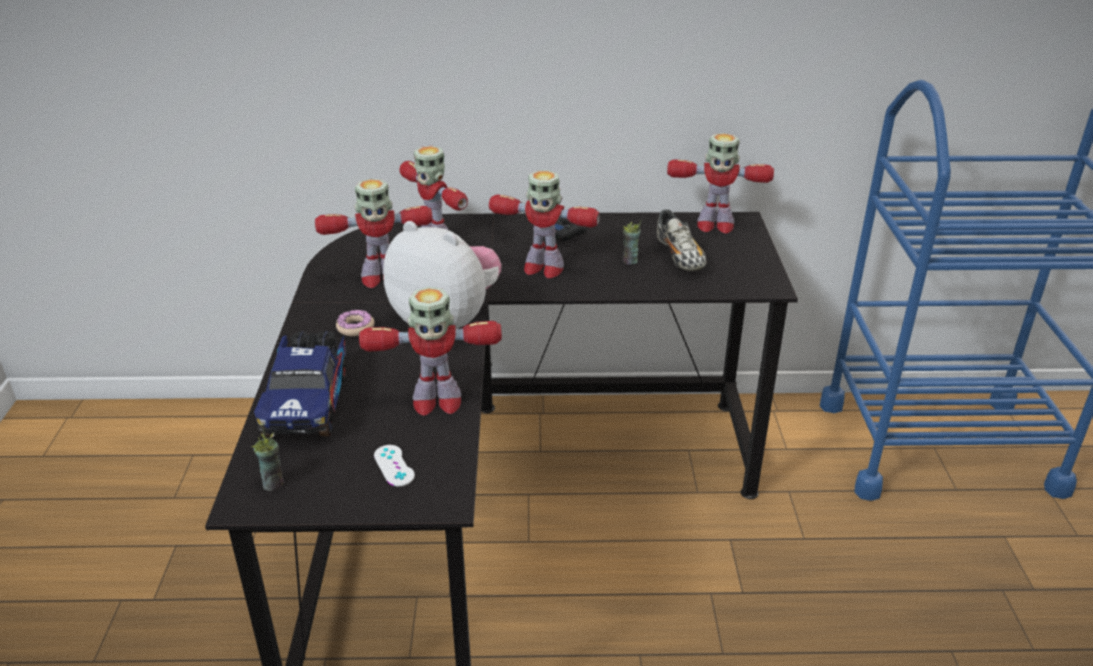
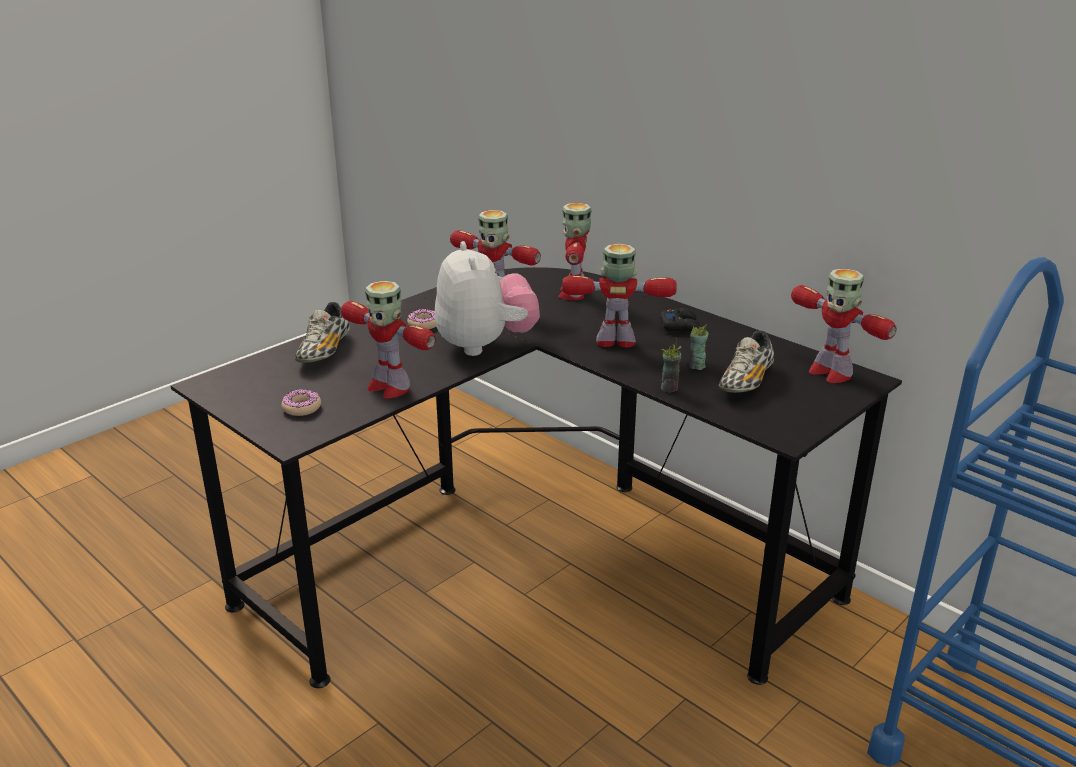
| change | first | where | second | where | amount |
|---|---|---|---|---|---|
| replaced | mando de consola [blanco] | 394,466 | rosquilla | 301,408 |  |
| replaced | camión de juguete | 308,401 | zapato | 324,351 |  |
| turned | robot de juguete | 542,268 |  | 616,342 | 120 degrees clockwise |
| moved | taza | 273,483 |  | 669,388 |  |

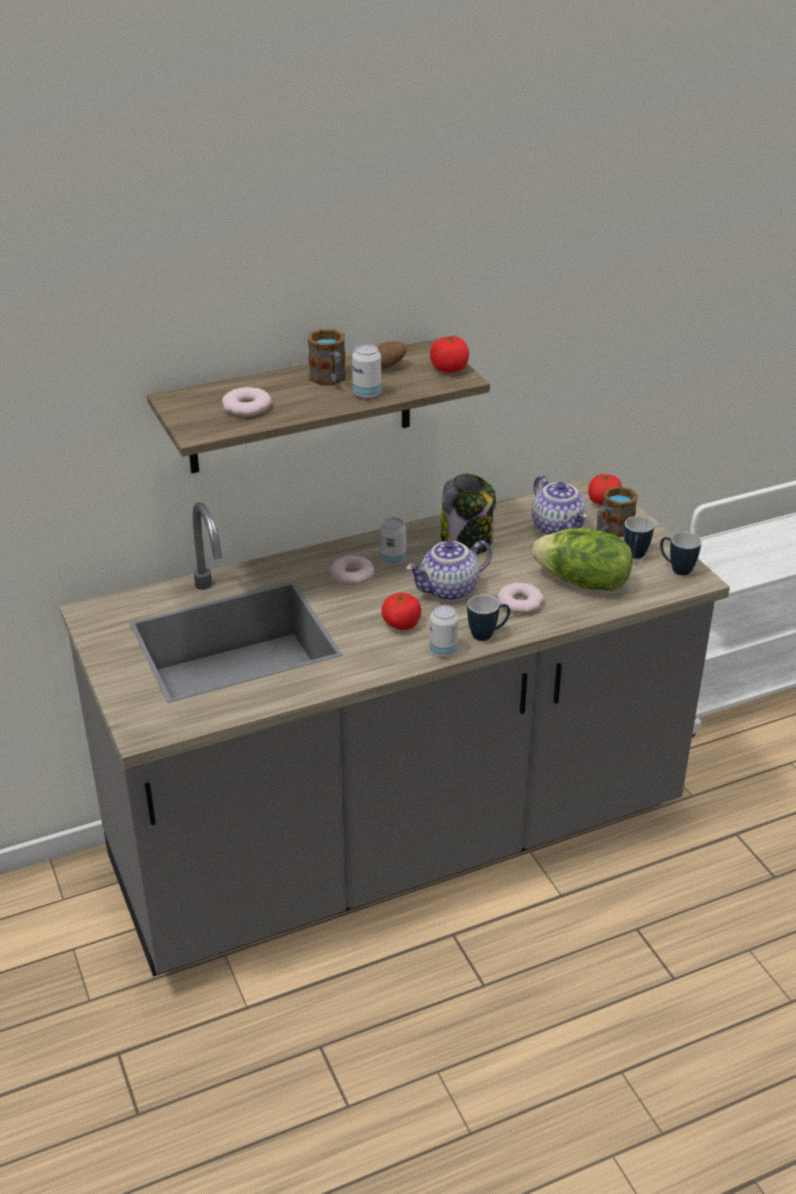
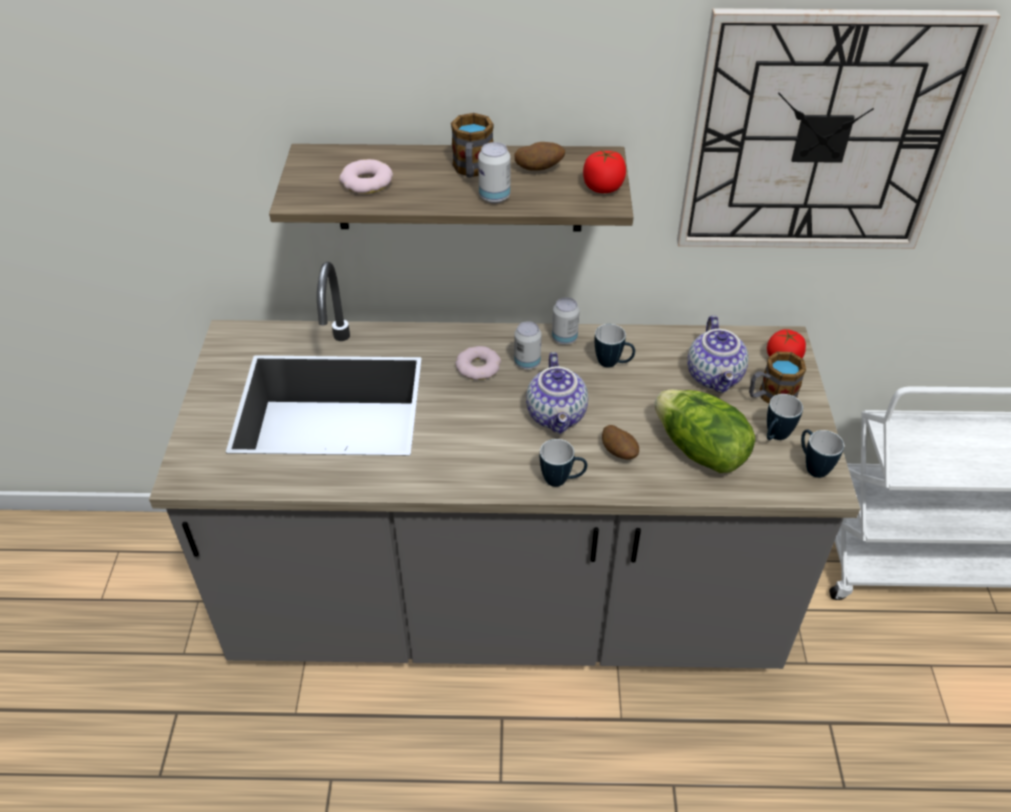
| change | first | where | second | where | amount |
|---|---|---|---|---|---|
| turned | tetera | 449,591 |  | 557,415 | 90 degrees counterclockwise |
| moved | lata | 443,650 |  | 564,338 |  |
| replaced | tarro | 467,541 | taza grande | 613,364 |  |
| replaced | rosquilla | 520,602 | patata | 619,453 |  |
| added |  |  | reloj de pared | 821,136 |  |
| removed | tomate | 401,624 |  |  |  |

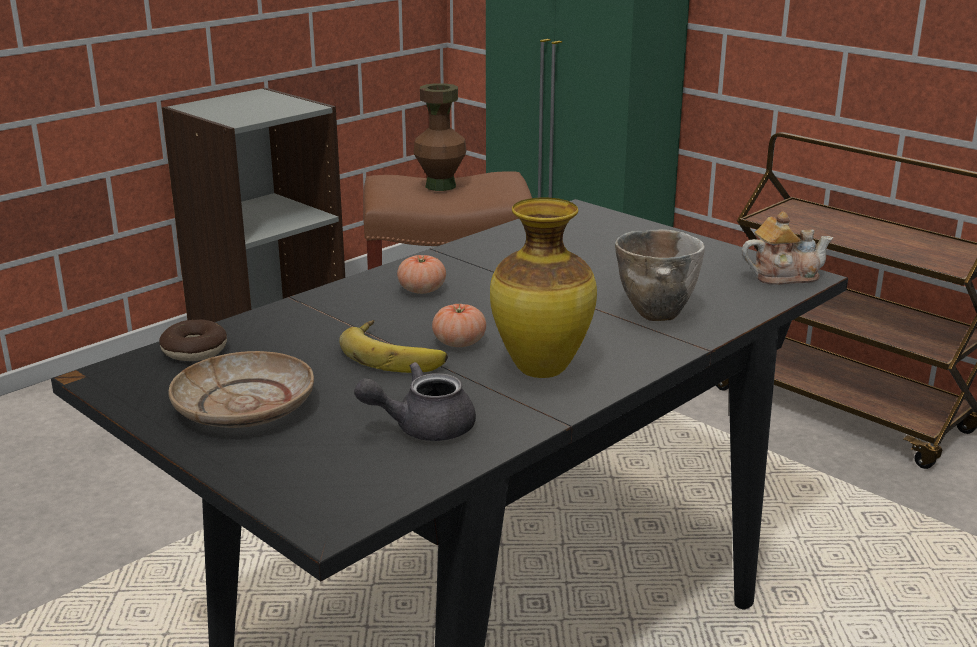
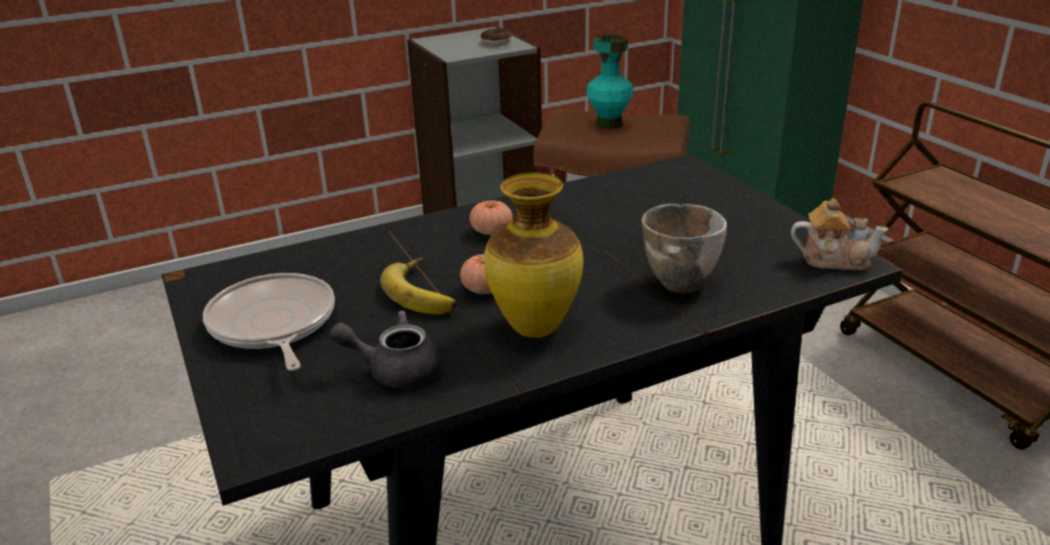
| change | first | where | second | where | amount |
|---|---|---|---|---|---|
| replaced | plato [beis] | 244,407 | sartén | 273,325 |  |
| moved | rosquilla | 194,351 |  | 496,42 |  |
| recoloured | florero [marrón] | 441,186 | florero [turquesa] | 609,124 |  |

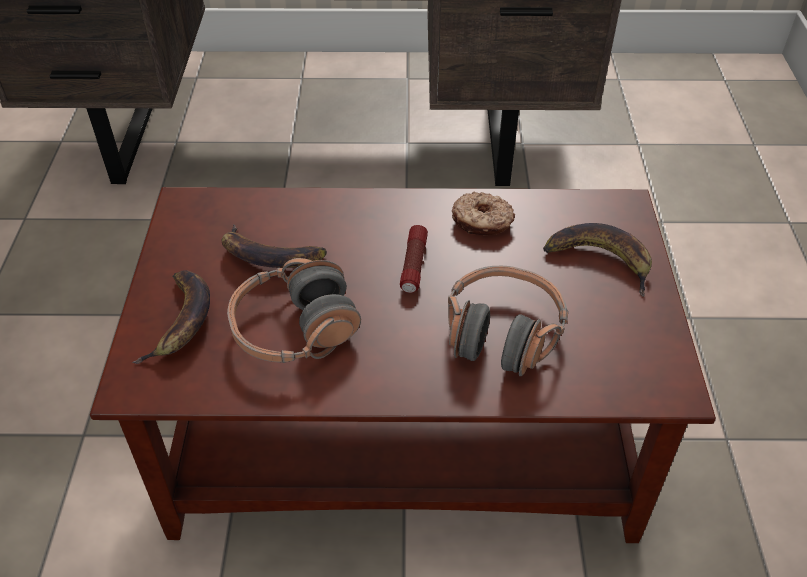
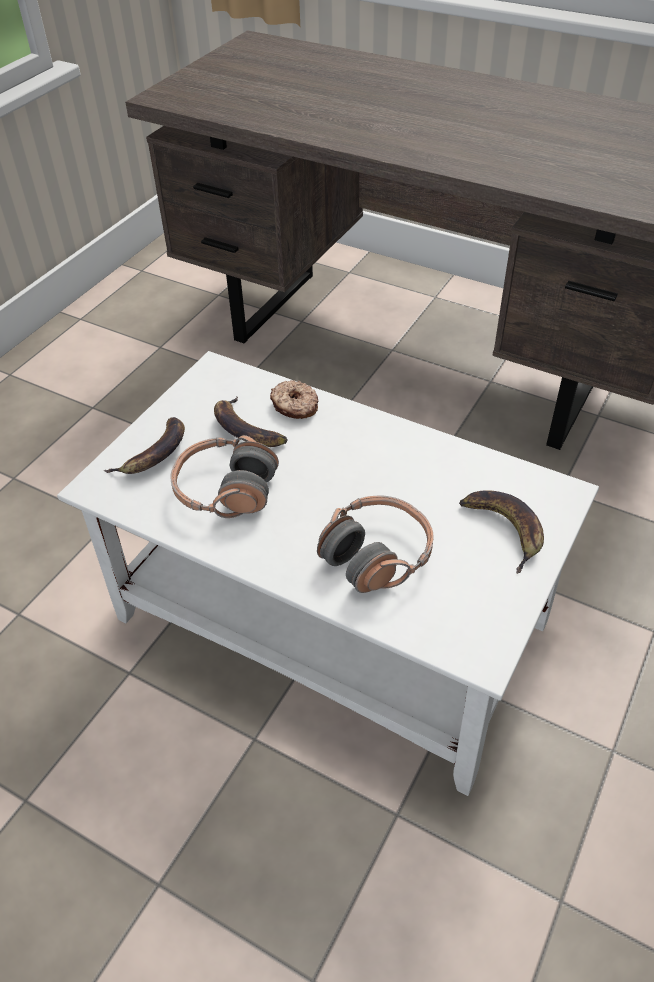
| change | first | where | second | where | amount |
|---|---|---|---|---|---|
| recoloured | mesa de centro [marrón] | 407,434 | mesa de centro [blanco] | 334,621 |  |
| moved | rosquilla | 482,222 |  | 294,406 |  |
| removed | linterna | 414,266 |  |  |  |

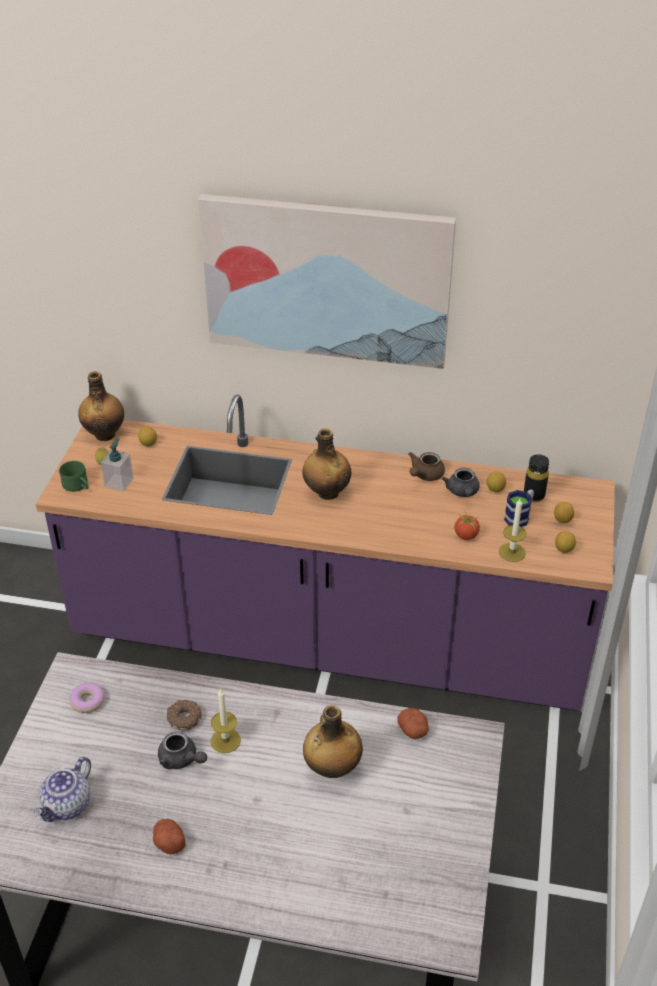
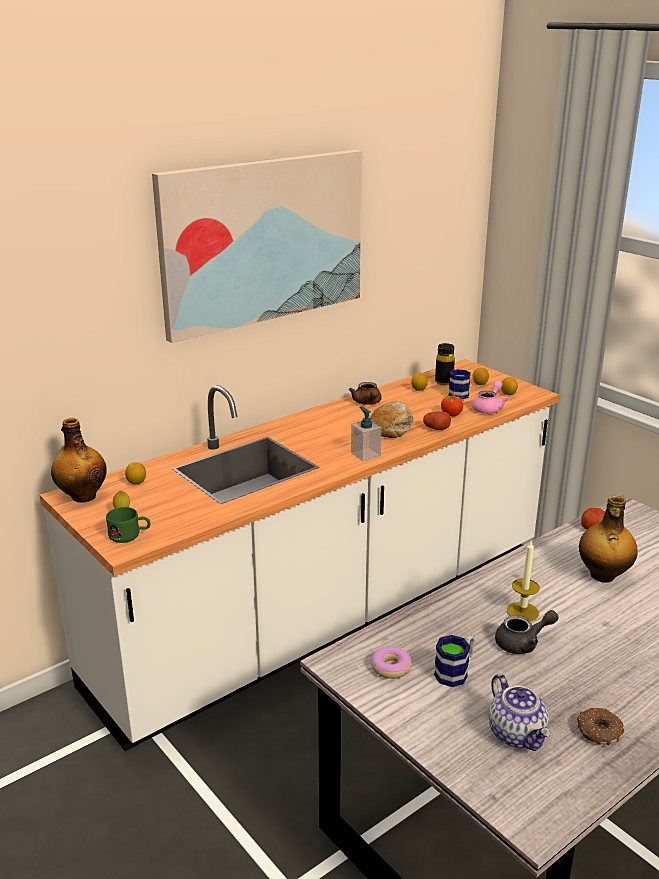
| change | first | where | second | where | amount |
|---|---|---|---|---|---|
| recoloured | mueble bajo de cocina [morado] | 328,643 | mueble bajo de cocina [blanco] | 329,616 |  |
| moved | dispensador de jabón | 119,482 |  | 365,454 |  |
| added |  |  | pan | 392,427 |  |
| moved | patata | 169,842 |  | 436,428 |  |
| added |  |  | taza grande | 455,672 |  |
| replaced | vela | 512,552 | tetera [rosa] | 489,408 |  |
| moved | rosquilla | 184,718 |  | 598,732 |  |
| removed | botella | 327,492 |  |  |  |
| removed | tetera [gris] | 462,492 |  |  |  |

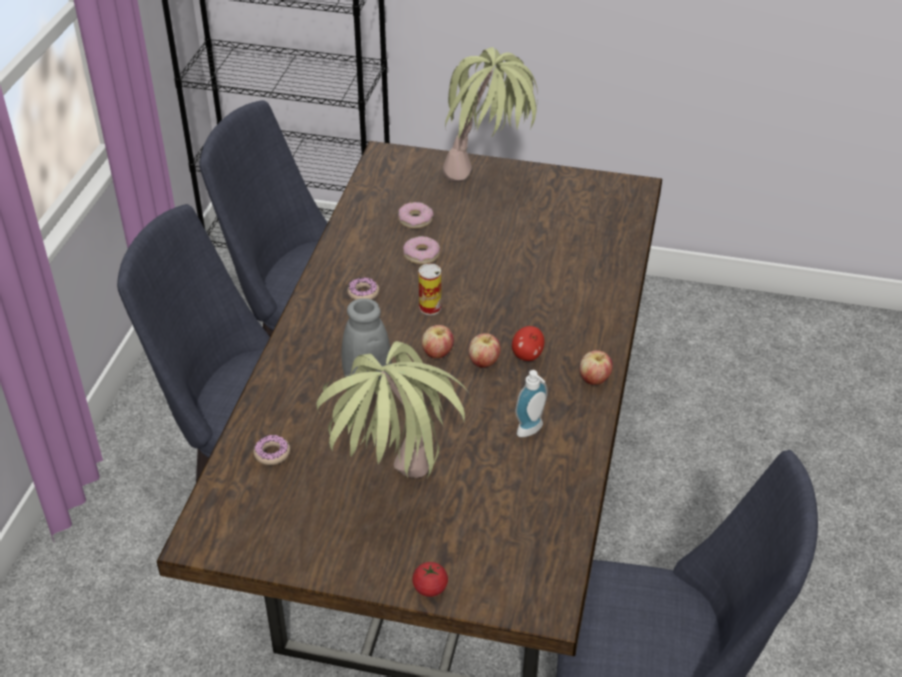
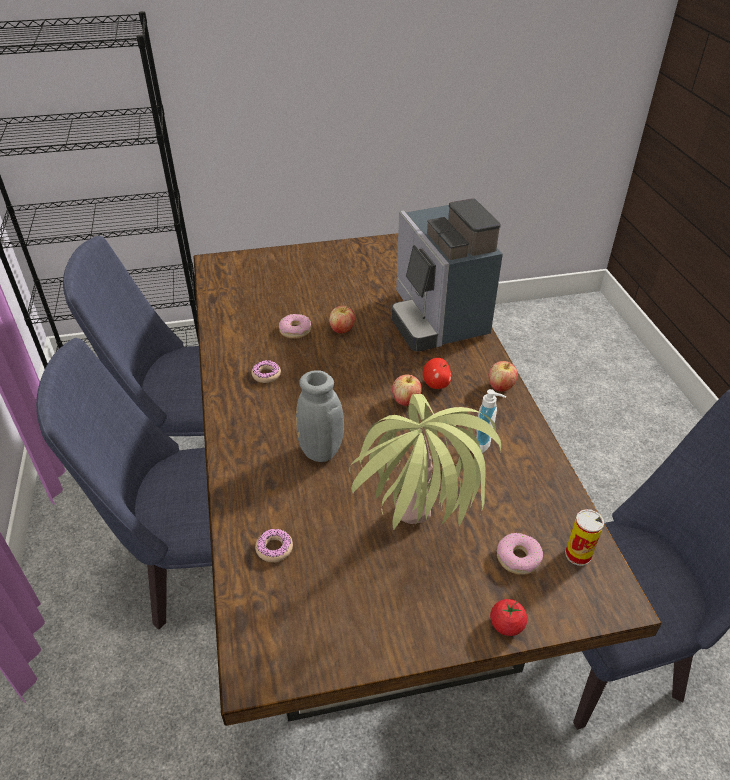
| change | first | where | second | where | amount |
|---|---|---|---|---|---|
| moved | manzana | 437,353 |  | 342,330 |  |
| added |  |  | cafetera | 436,318 |  |
| moved | rosquilla | 415,220 |  | 518,557 |  |
| moved | lata | 430,308 |  | 578,554 |  |
| removed | planta en maceta | 488,184 |  |  |  |

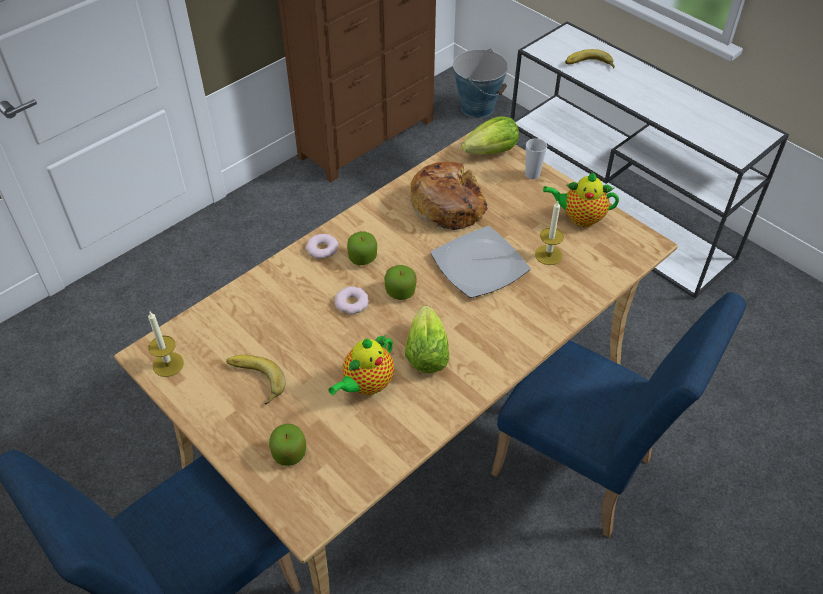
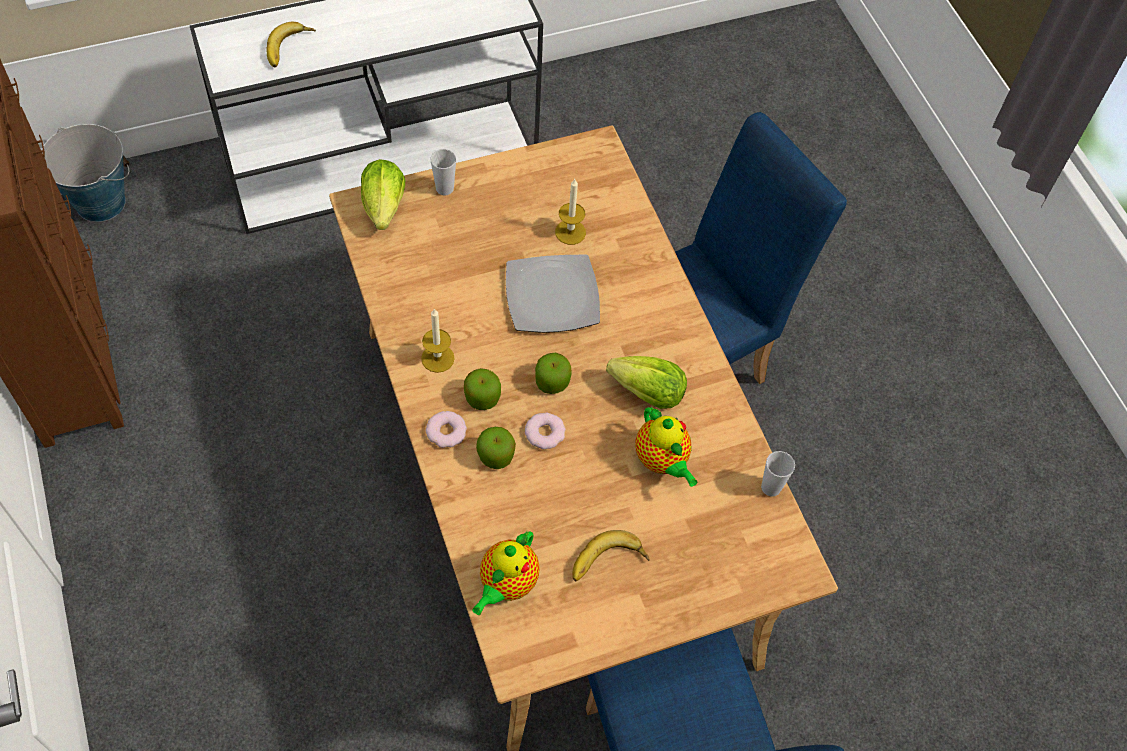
| change | first | where | second | where | amount |
|---|---|---|---|---|---|
| moved | vela | 168,364 |  | 437,358 |  |
| moved | tetera | 580,218 |  | 506,584 |  |
| moved | manzana | 289,453 |  | 496,455 |  |
| added |  |  | taza | 771,487 |  |
| removed | pan | 449,204 |  |  |  |

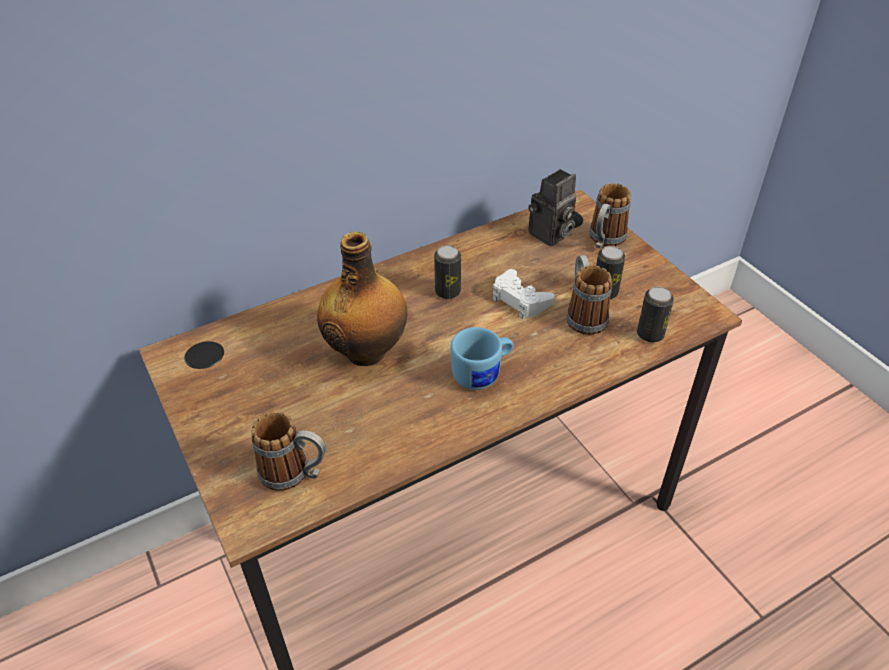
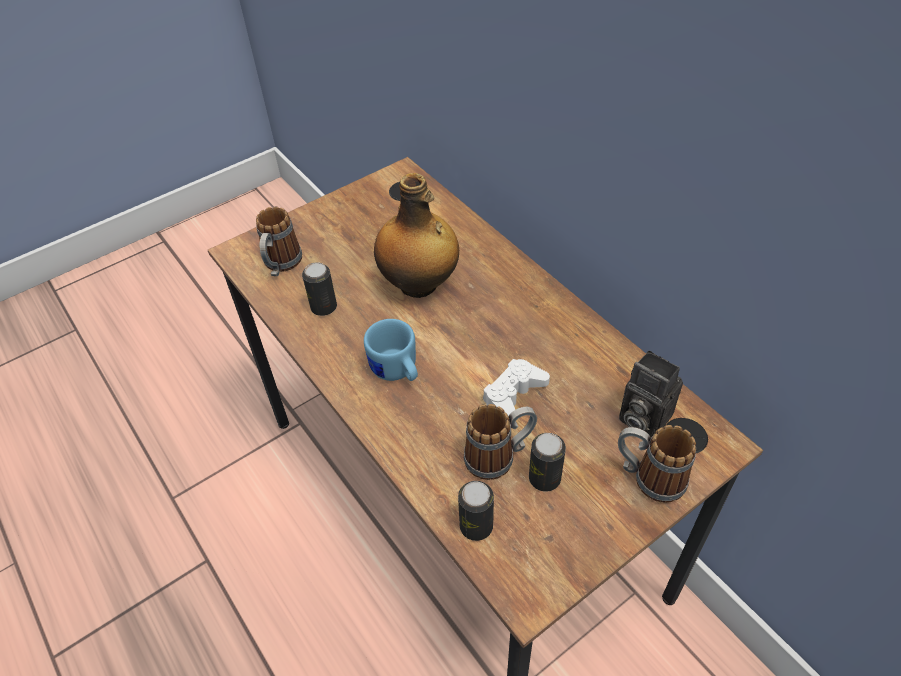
| change | first | where | second | where | amount |
|---|---|---|---|---|---|
| moved | lata | 447,292 |  | 324,307 |  |

